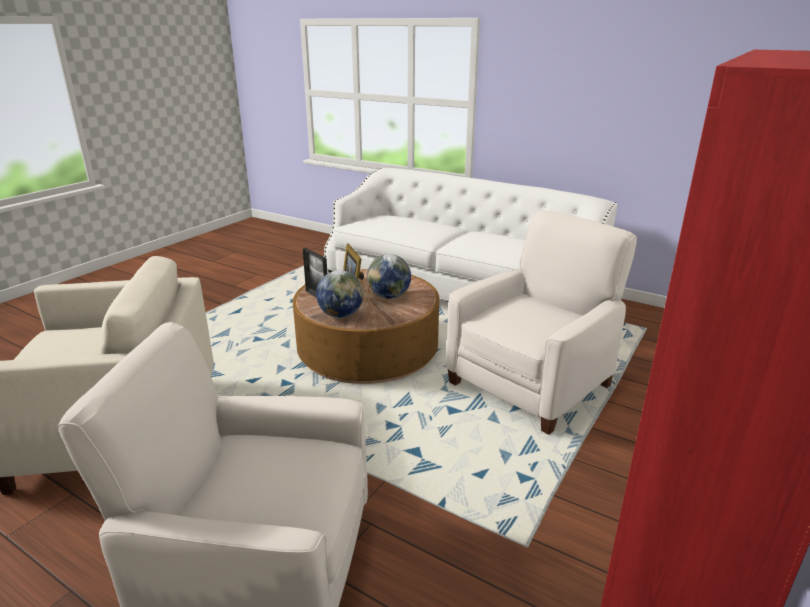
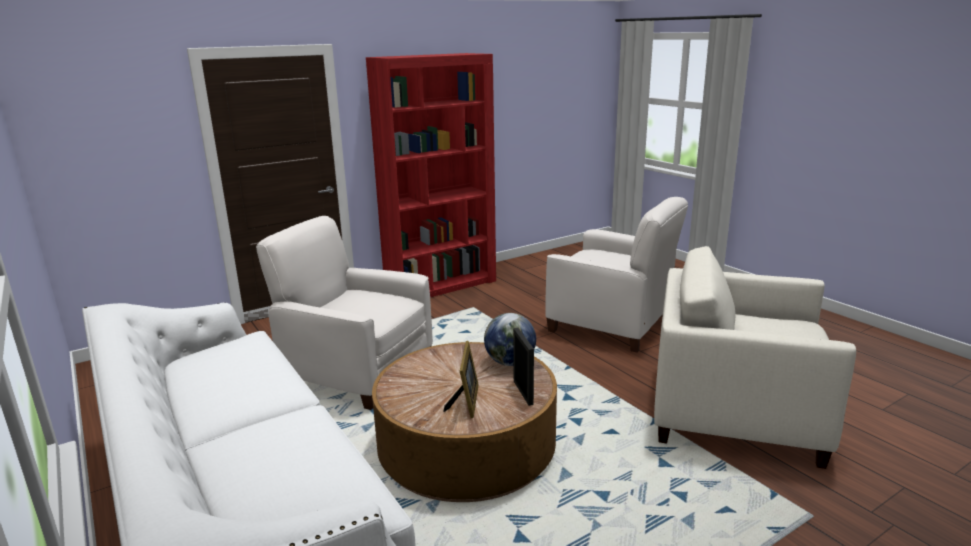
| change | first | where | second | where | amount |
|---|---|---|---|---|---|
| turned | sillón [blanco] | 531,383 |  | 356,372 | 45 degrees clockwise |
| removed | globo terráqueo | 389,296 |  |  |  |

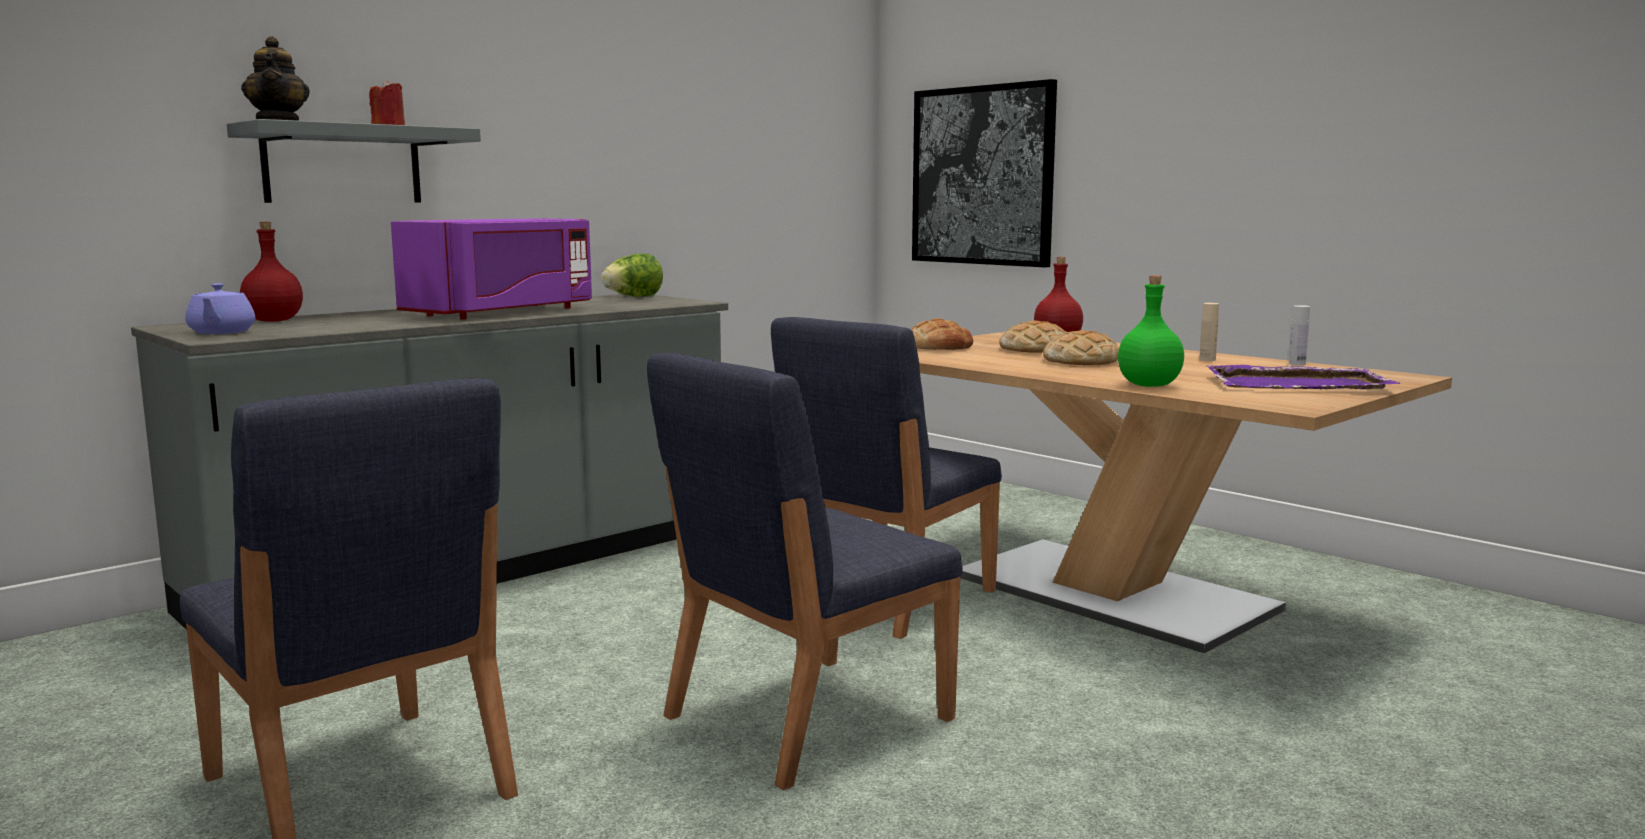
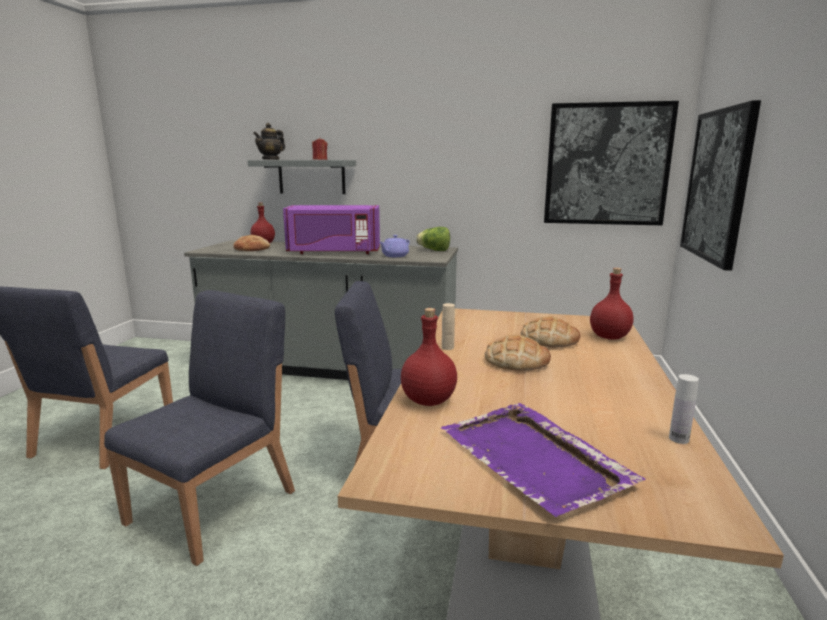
| change | first | where | second | where | amount |
|---|---|---|---|---|---|
| turned | silla [azul] | 804,718 |  | 215,505 | 105 degrees clockwise |
| moved | pan | 939,347 |  | 252,249 |  |
| moved | tetera [morado] | 221,332 |  | 394,256 |  |
| recoloured | botella [verde] | 1150,385 | botella [rojo] | 429,401 |  |
| moved | botella [beis] | 1207,360 |  | 447,347 |  |
| added |  |  | cuadro | 607,164 |  |

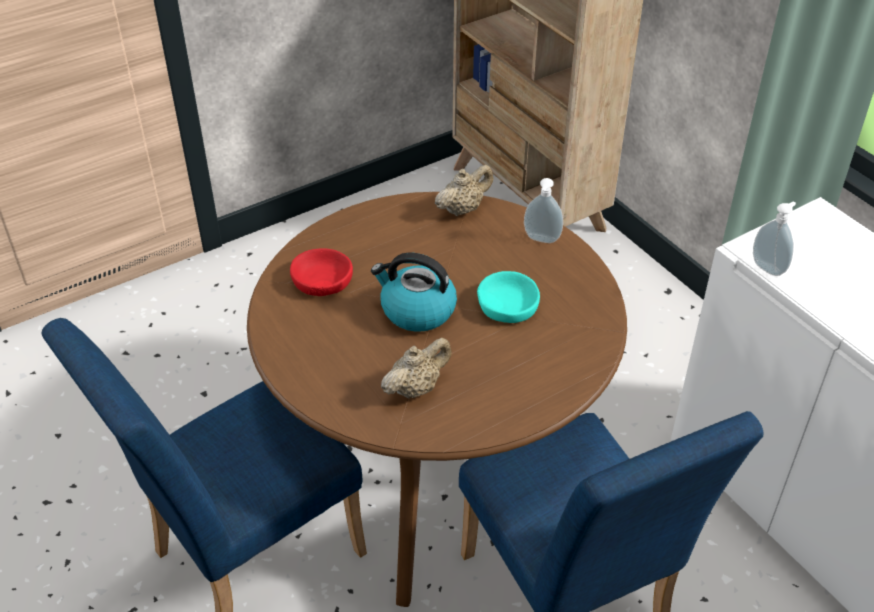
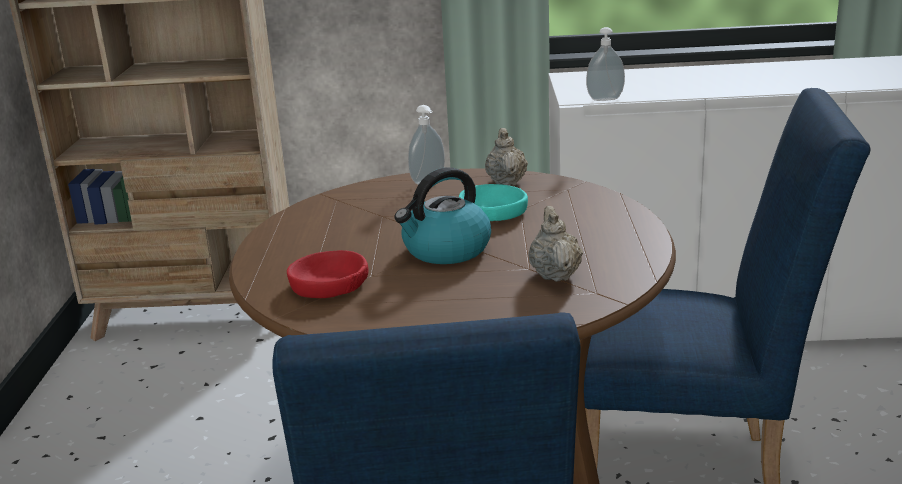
| change | first | where | second | where | amount |
|---|---|---|---|---|---|
| moved | tetera [beis] | 463,209 |  | 506,182 |  |

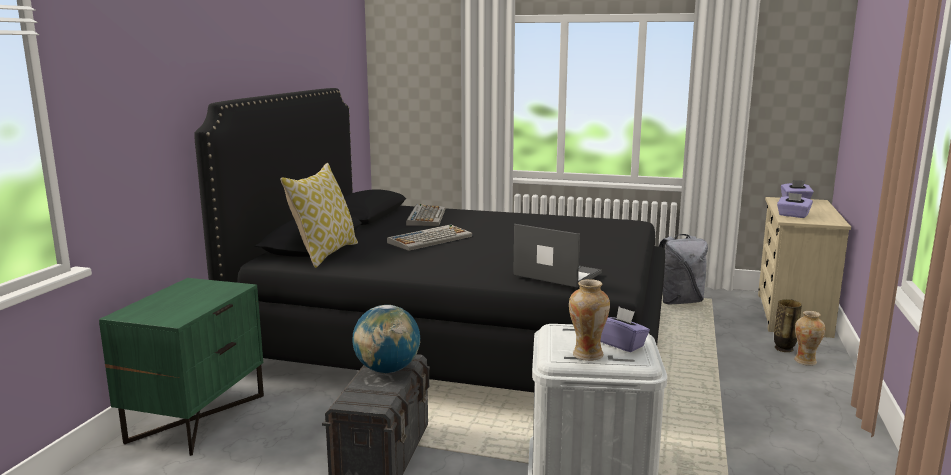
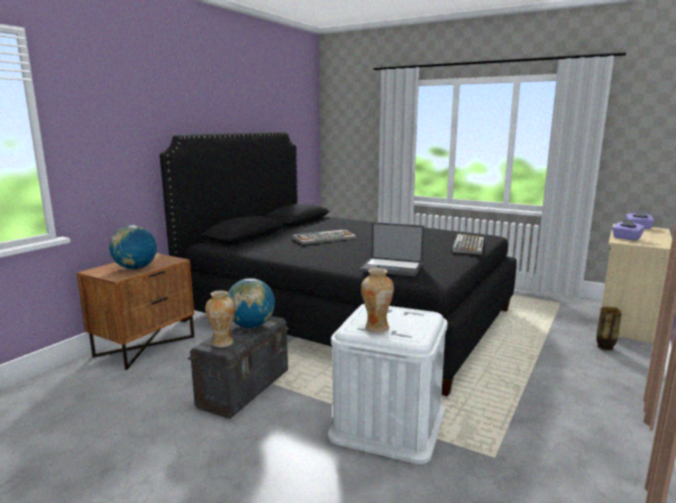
| change | first | where | second | where | amount |
|---|---|---|---|---|---|
| recoloured | mesita de noche [verde] | 196,417 | mesita de noche [marrón] | 145,346 |  |
| added |  |  | globo terráqueo | 135,268 |  |
| moved | florero | 805,361 |  | 222,343 |  |
| turned | portátil | 556,274 |  | 393,267 | 150 degrees clockwise |
| moved | teclado | 426,217 |  | 468,245 |  |
| removed | cojín | 324,253 |  |  |  |
| removed | caja de pañuelos [morado] | 621,344 |  |  |  |
| removed | mochila [gris] | 678,301 |  |  |  |

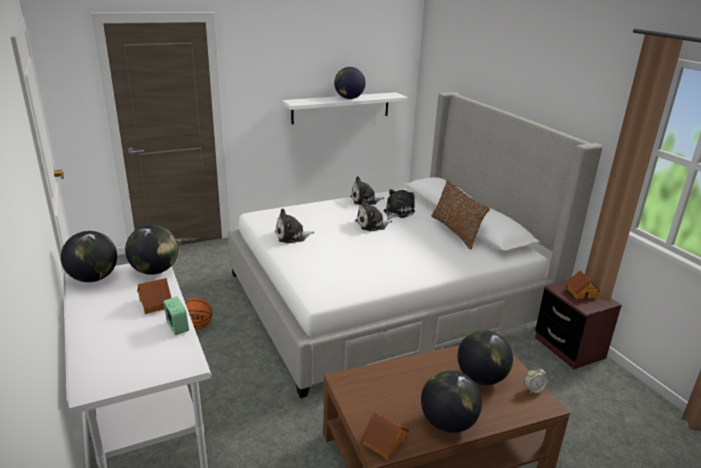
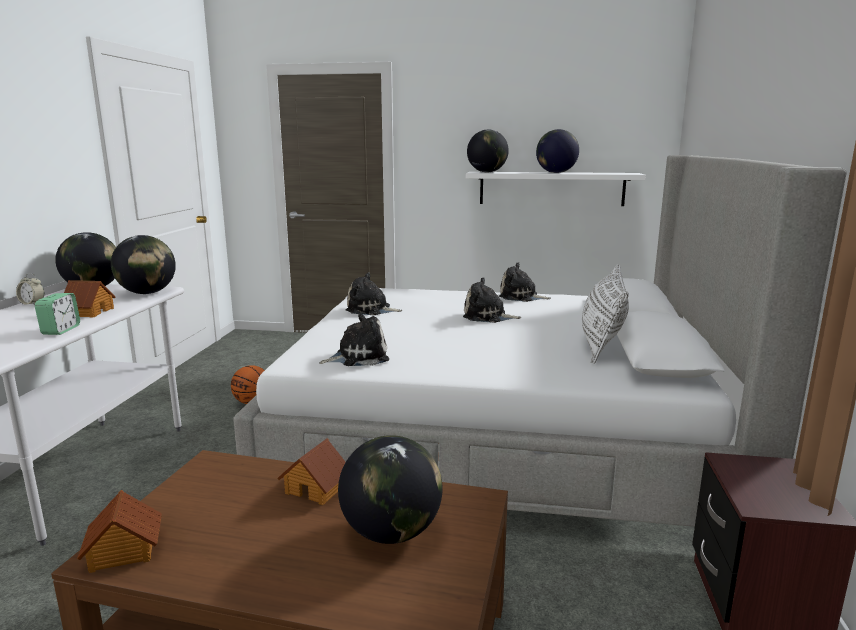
| change | first | where | second | where | amount |
|---|---|---|---|---|---|
| moved | despertador | 533,389 |  | 32,304 |  |
| moved | casita | 581,293 |  | 317,488 |  |
| moved | peluche | 397,212 |  | 358,357 |  |
| moved | globo terráqueo | 447,423 |  | 487,172 |  |
| recoloured | cojín [marrón] | 455,231 | cojín [blanco] | 601,343 |  |

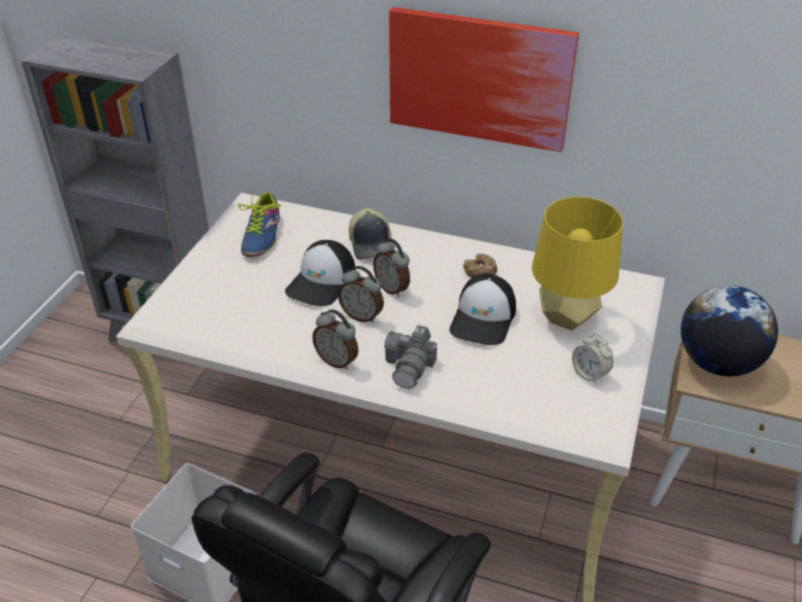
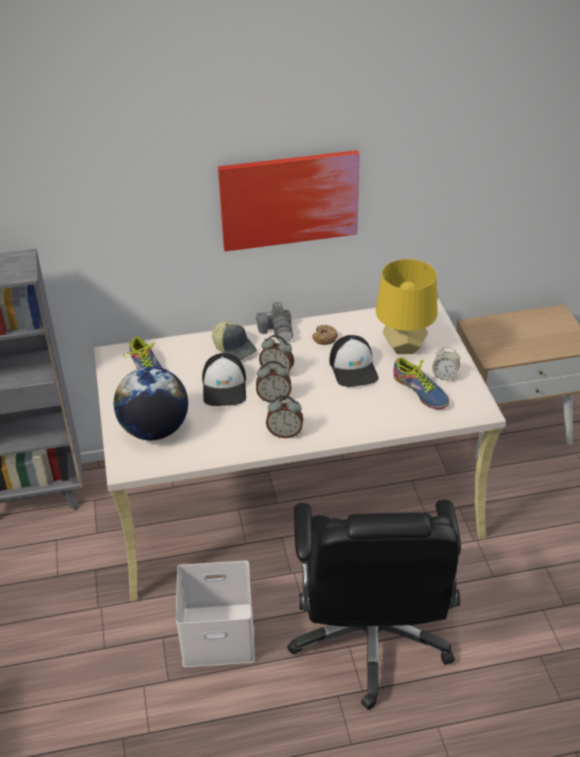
| change | first | where | second | where | amount |
|---|---|---|---|---|---|
| moved | globo terráqueo | 717,363 |  | 154,430 |  |
| moved | cámara | 410,366 |  | 277,331 |  |
| added |  |  | zapato | 420,391 |  |

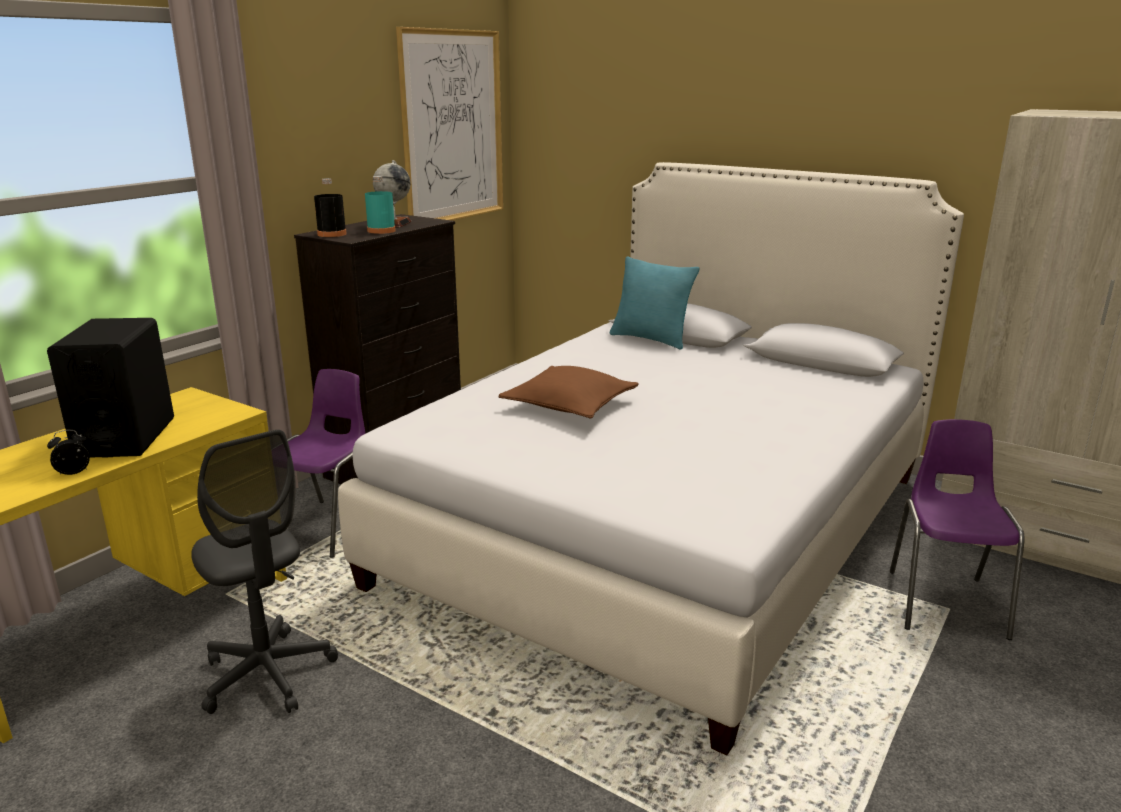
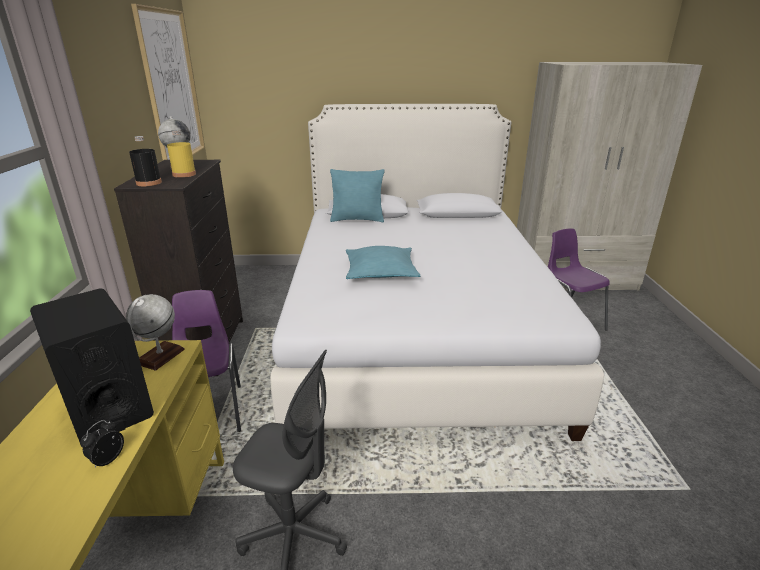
| change | first | where | second | where | amount |
|---|---|---|---|---|---|
| added |  |  | globo terráqueo | 160,356 |  |
| recoloured | botella [turquesa] | 381,231 | botella [amarillo] | 184,174 |  |
| recoloured | cojín [marrón] | 569,405 | cojín [turquesa] | 380,272 |  |

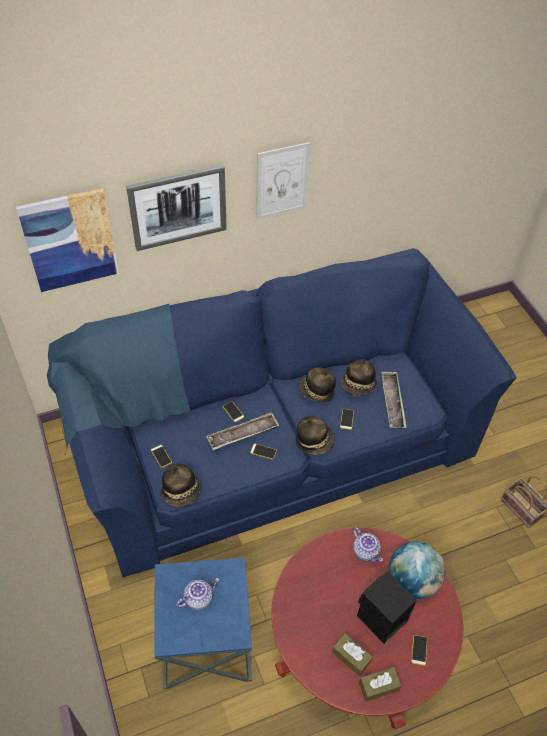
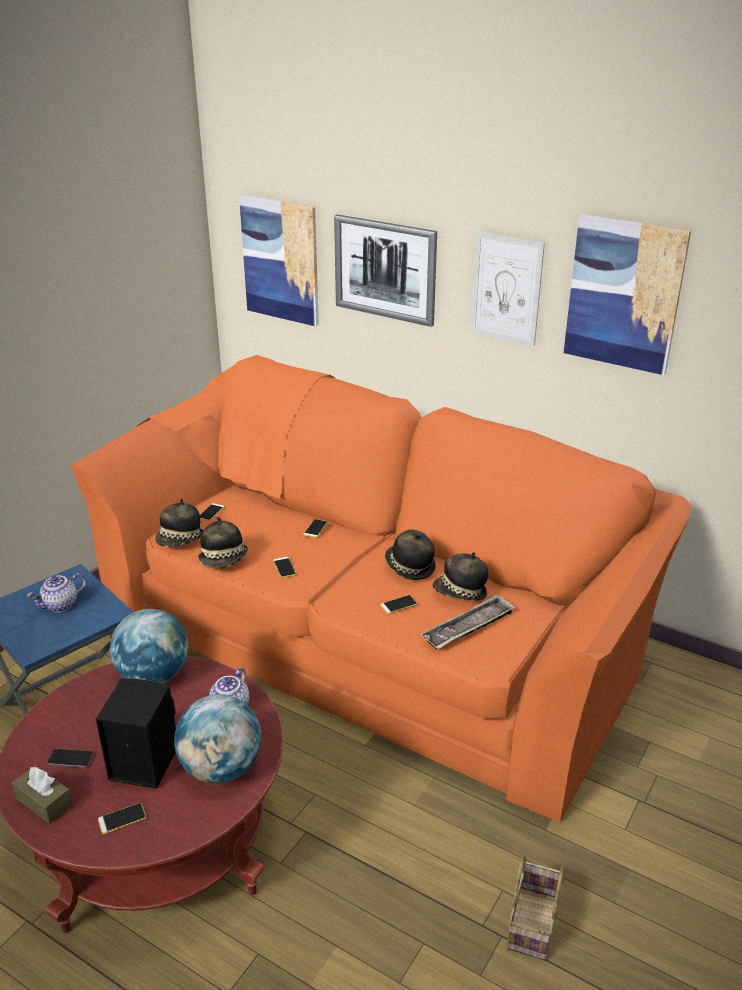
| change | first | where | second | where | amount |
|---|---|---|---|---|---|
| turned | tetera | 198,598 |  | 60,605 | 120 degrees clockwise |
| replaced | caja de pañuelos [marrón] | 351,657 | móvil | 71,759 |  |
| recoloured | sofá [azul] | 273,440 | sofá [naranja] | 371,632 |  |
| added |  |  | globo terráqueo | 154,675 |  |
| moved | sombrero | 314,441 |  | 224,560 |  |
| added |  |  | cuadro | 624,294 |  |
| removed | bandeja | 243,434 |  |  |  |

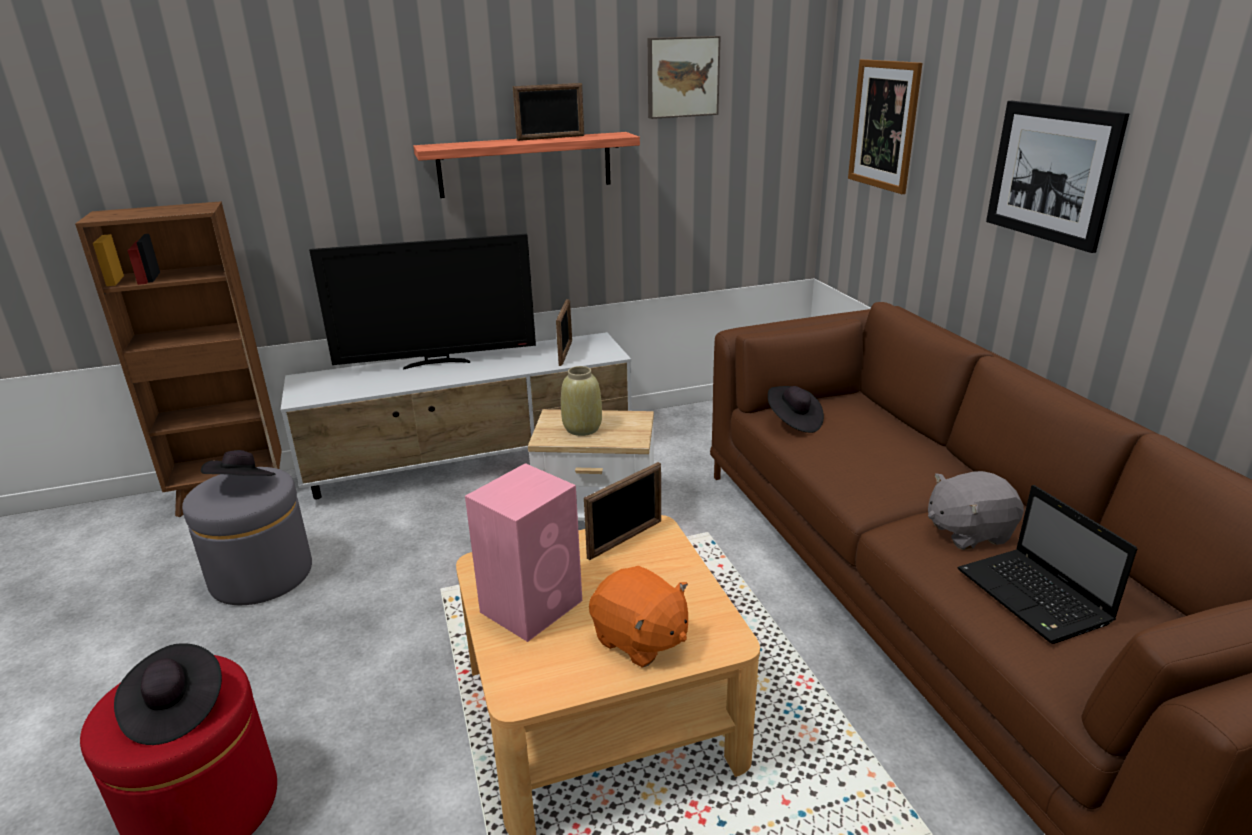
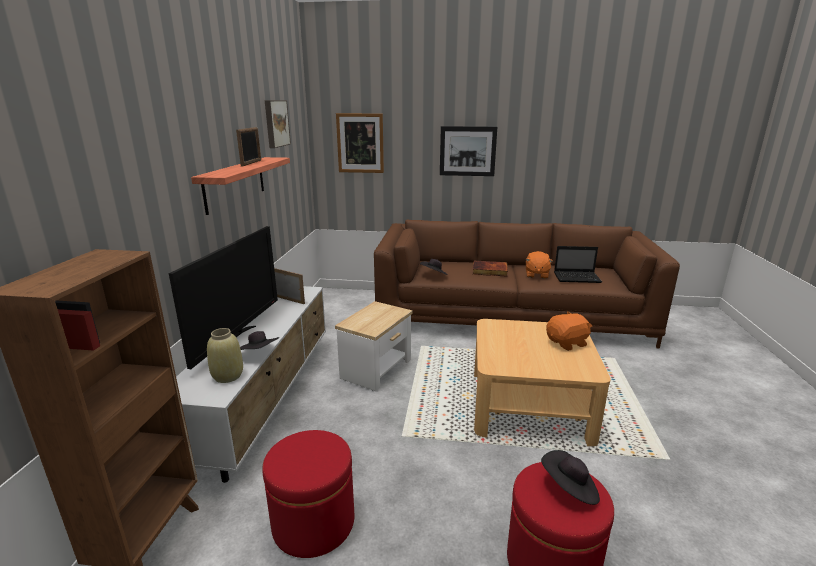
| change | first | where | second | where | amount |
|---|---|---|---|---|---|
| moved | florero [beis] | 582,429 |  | 228,376 |  |
| moved | sombrero [negro] | 242,484 |  | 260,354 |  |
| recoloured | puf [gris] | 261,575 | puf [rojo] | 313,523 |  |
| added |  |  | libro | 489,271 |  |
| recoloured | peluche [gris] | 967,532 | peluche [naranja] | 536,275 |  |
| removed | altavoz [rosa] | 533,605 |  |  |  |
| removed | portarretratos | 625,539 |  |  |  |

